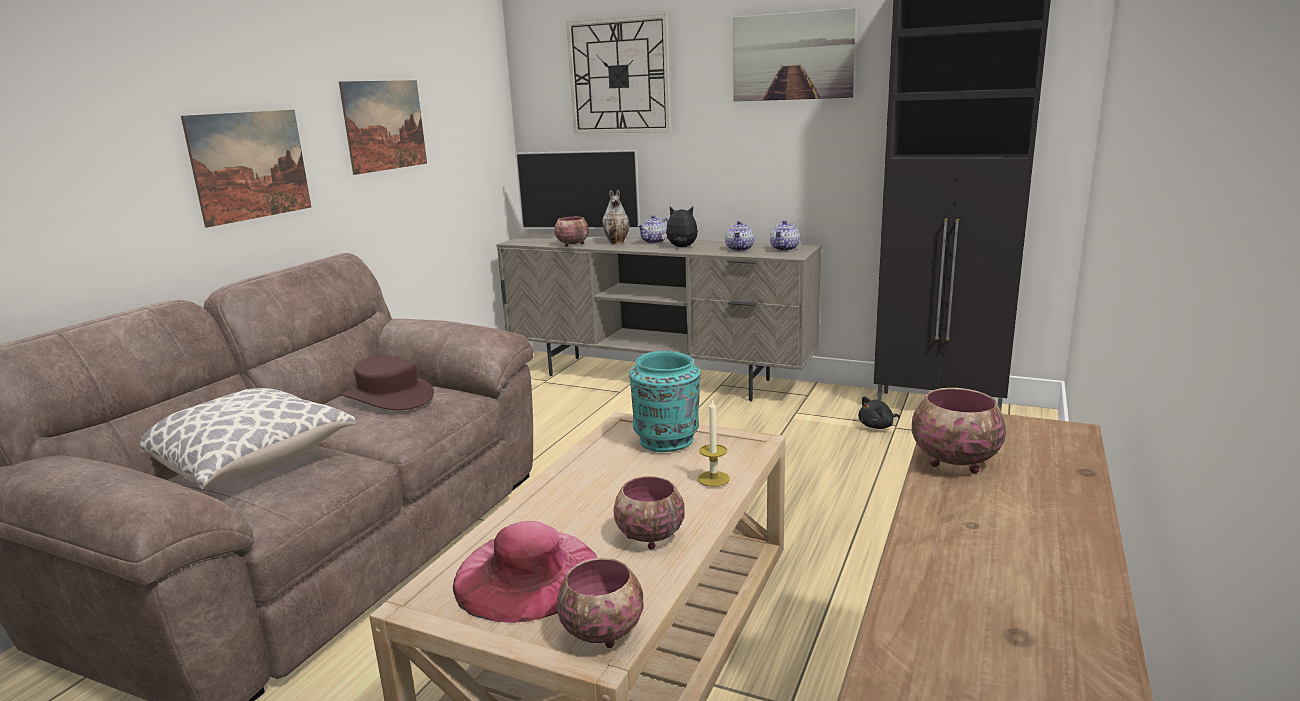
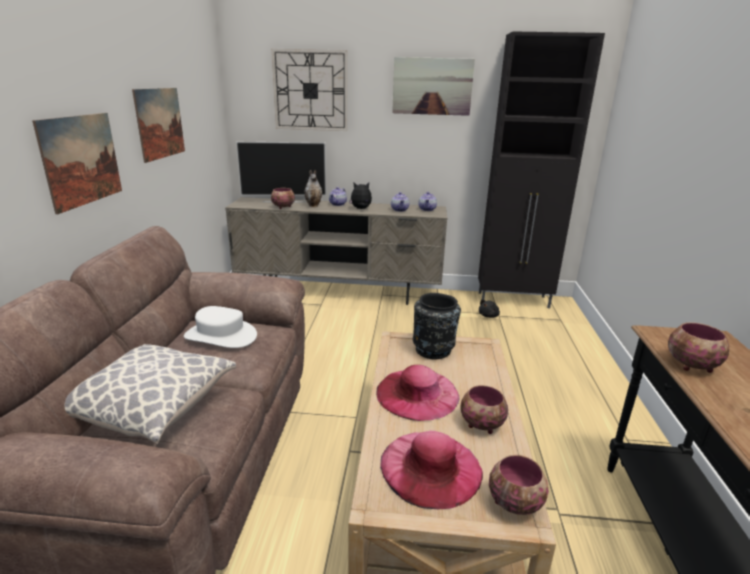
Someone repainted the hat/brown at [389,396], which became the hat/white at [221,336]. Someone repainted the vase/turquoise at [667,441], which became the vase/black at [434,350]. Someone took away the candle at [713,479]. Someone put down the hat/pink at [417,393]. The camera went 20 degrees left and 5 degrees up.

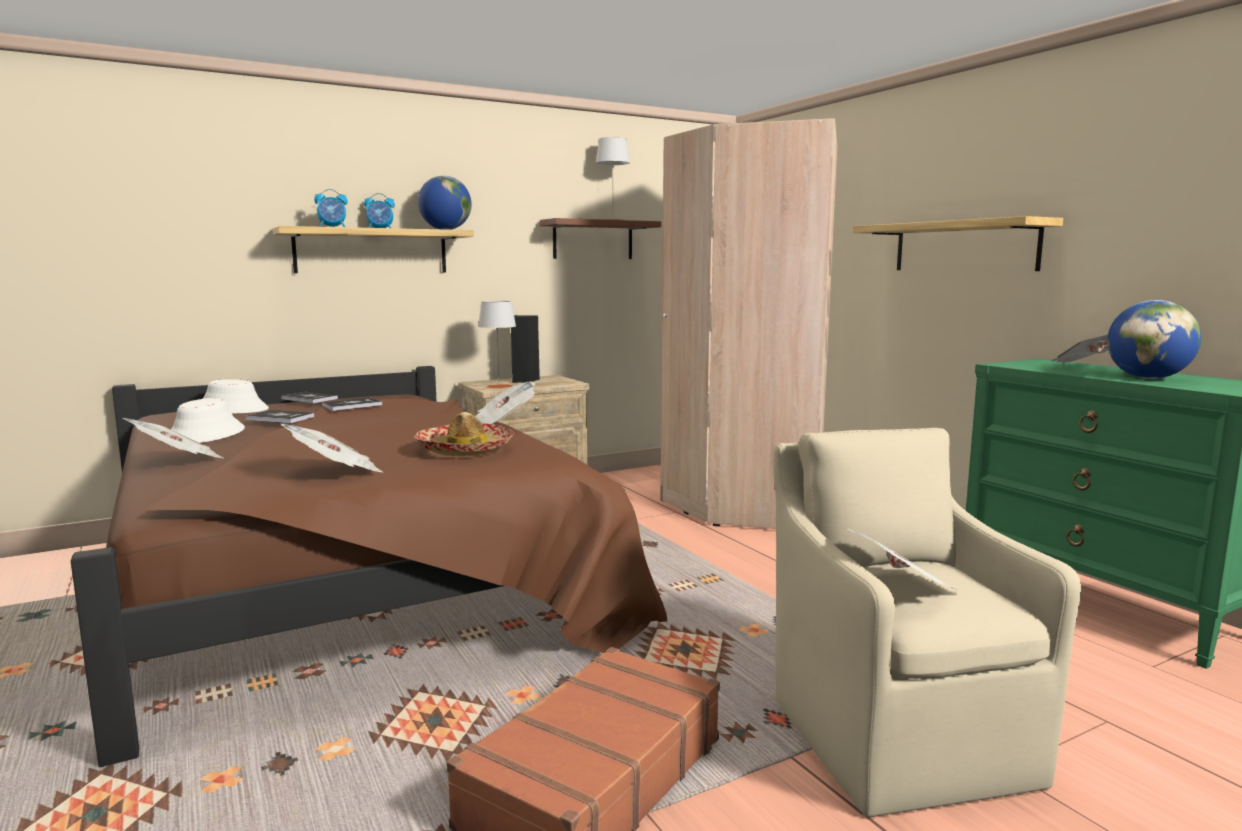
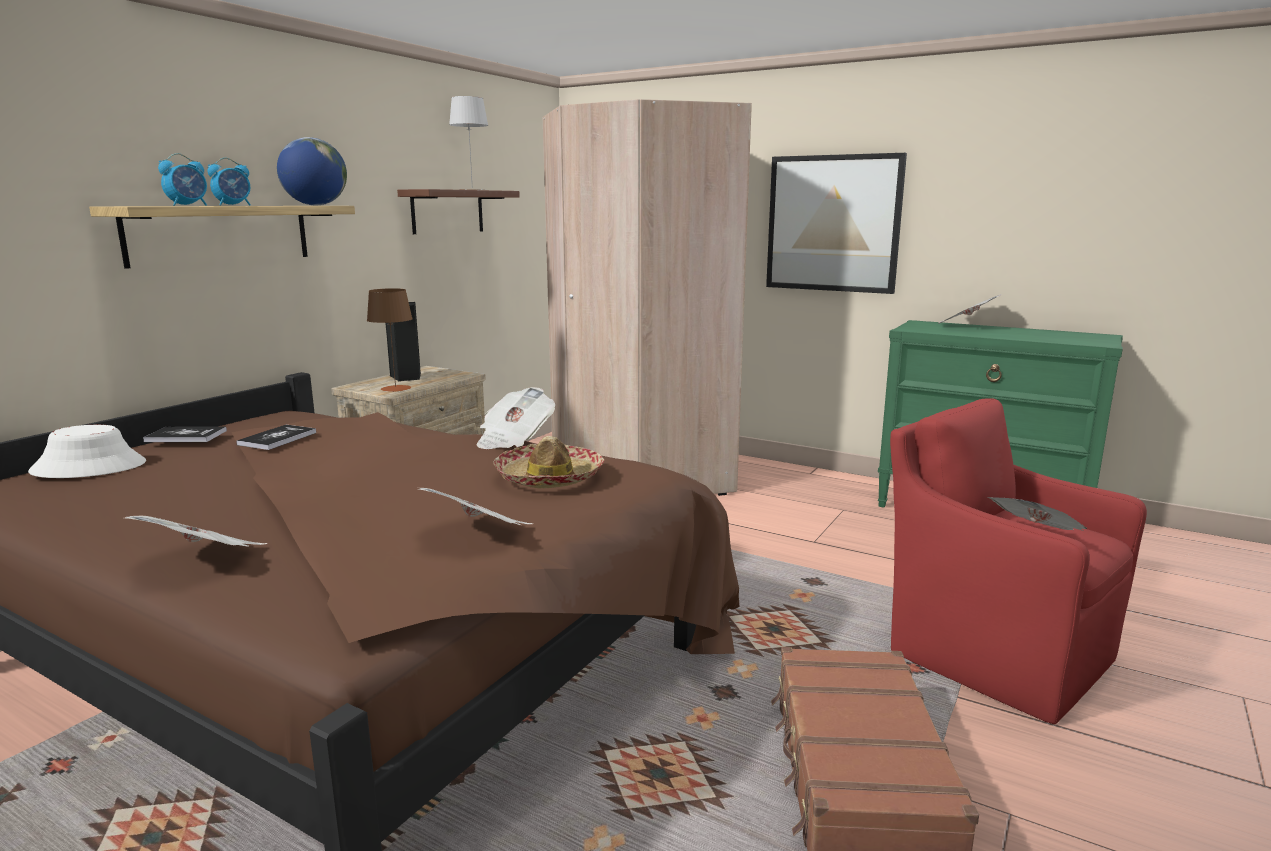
Someone took away the hat/white at [206,435]. Someone took away the book at [280,418]. Someone repainted the table lamp/grey at [498,386], which became the table lamp/brown at [395,388]. Someone repainted the armchair/beige at [897,735], which became the armchair/red at [993,653]. Someone swapped the shelf at [964,246] for the picture at [833,223]. Someone took away the globe at [1147,378]. The camera went 30 degrees left and 5 degrees up.

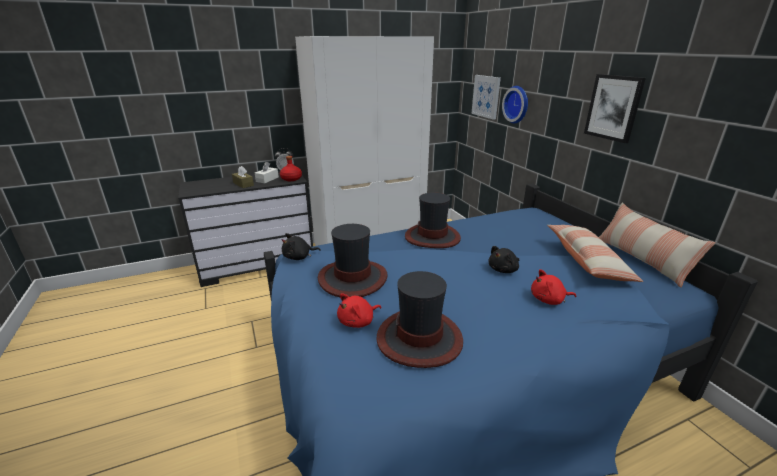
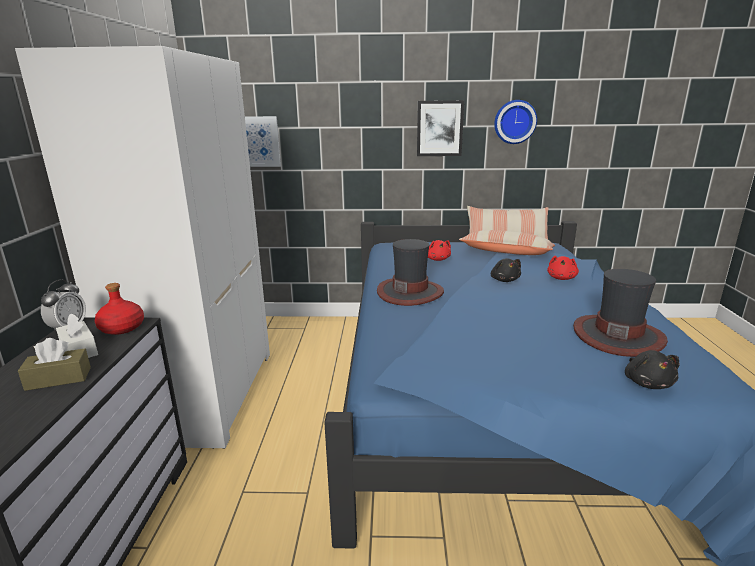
Someone carried the plush toy/black from [299,257] to [647,383]. Someone took away the hat at [353,278]. Someone carried the plush toy/red from [358,321] to [437,259]. Someone carried the wall clock from [517,104] to [514,122]. The camera went 65 degrees left and 5 degrees down.

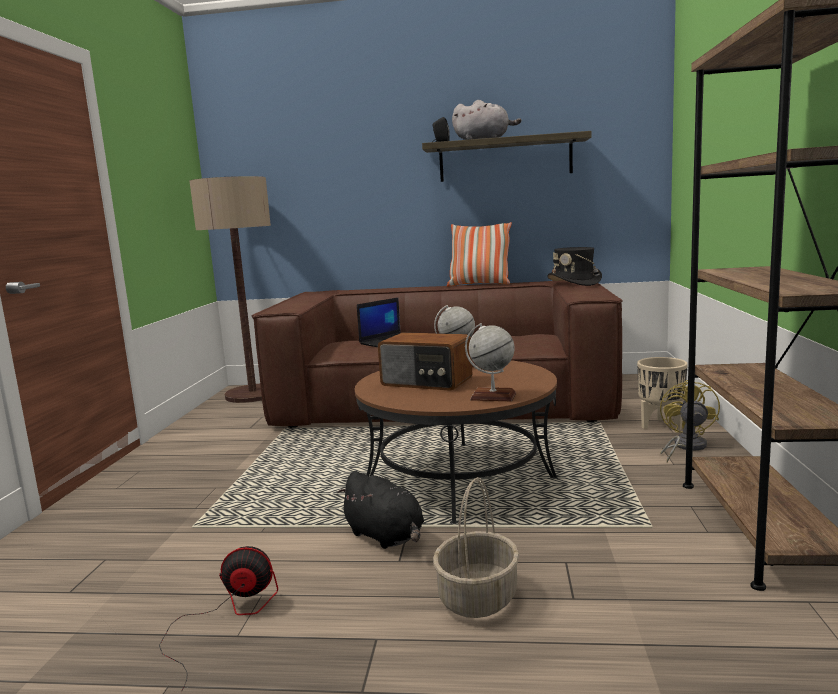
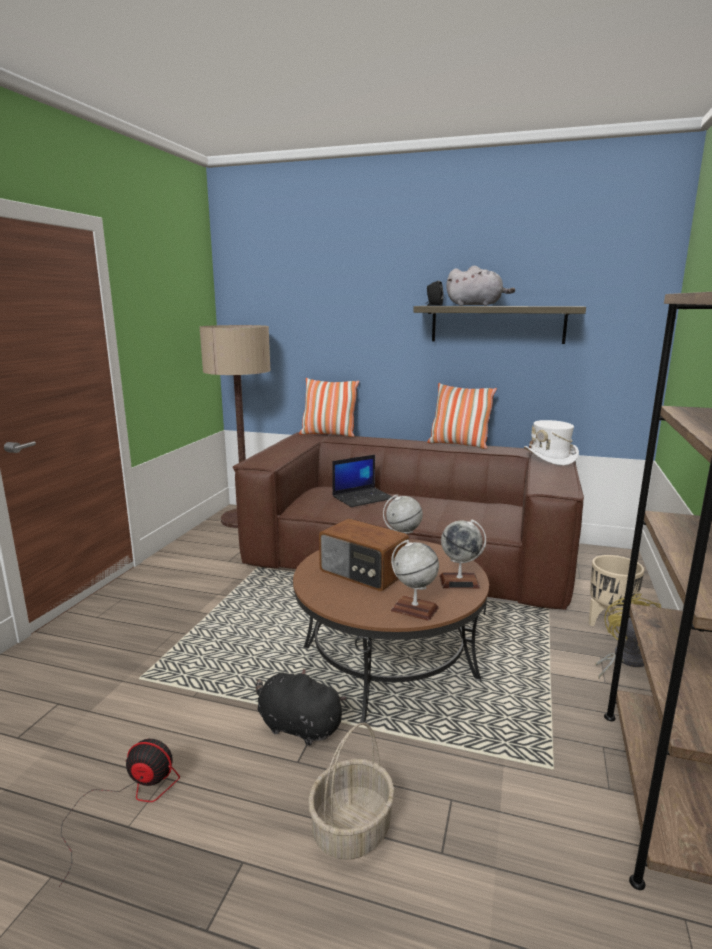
Someone rotated the plush toy/black at [386,537] by 150 degrees clockwise. Someone repainted the hat/black at [574,283], which became the hat/white at [550,457]. Someone put down the pillow at [328,434]. Someone put down the globe at [459,582]. The camera went 10 degrees right and 5 degrees up.

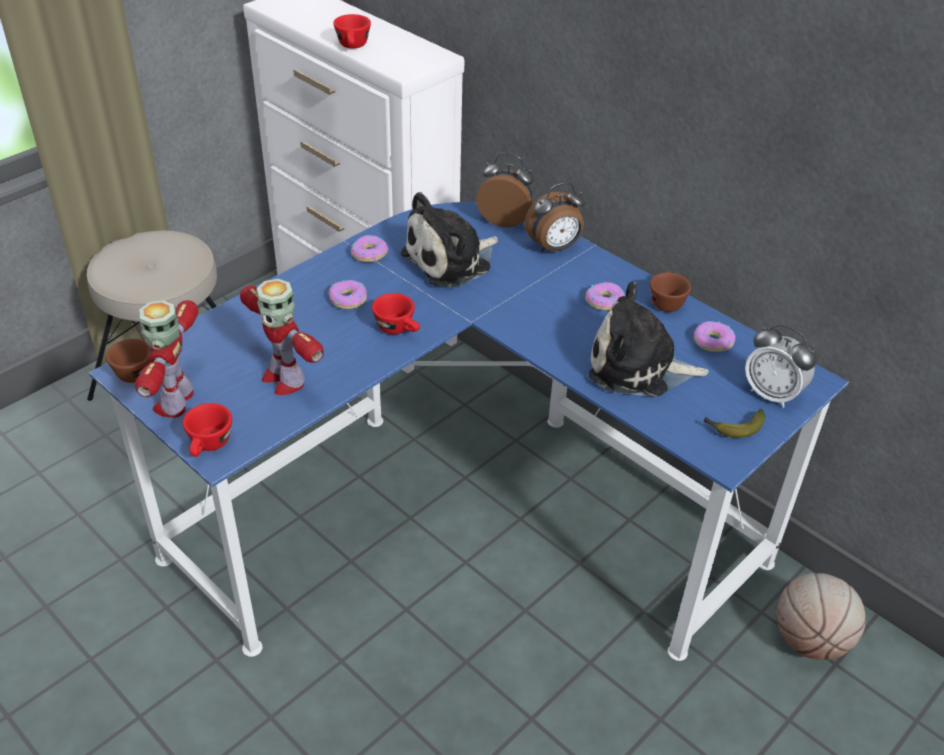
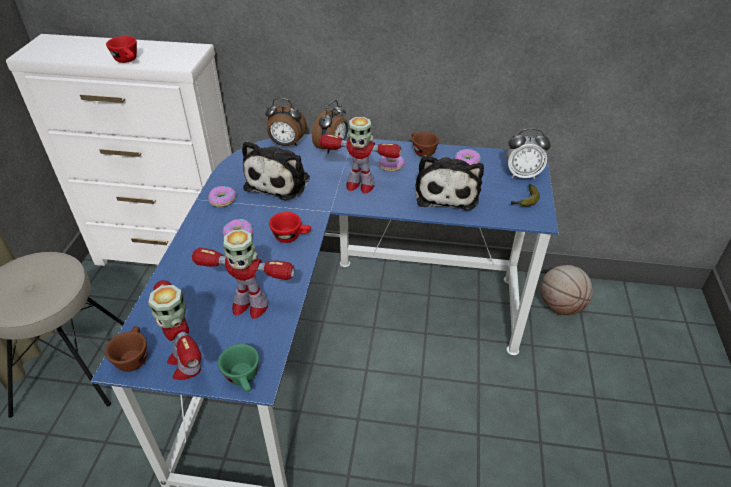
Someone repainted the cup/red at [209,446], which became the cup/green at [244,379]. Someone rotated the alarm clock at [505,219] by 150 degrees counterclockwise. Someone rotated the plush toy at [638,367] by 60 degrees counterclockwise. Someone put down the toy robot at [359,185]. The camera went 35 degrees left and 0 degrees up.

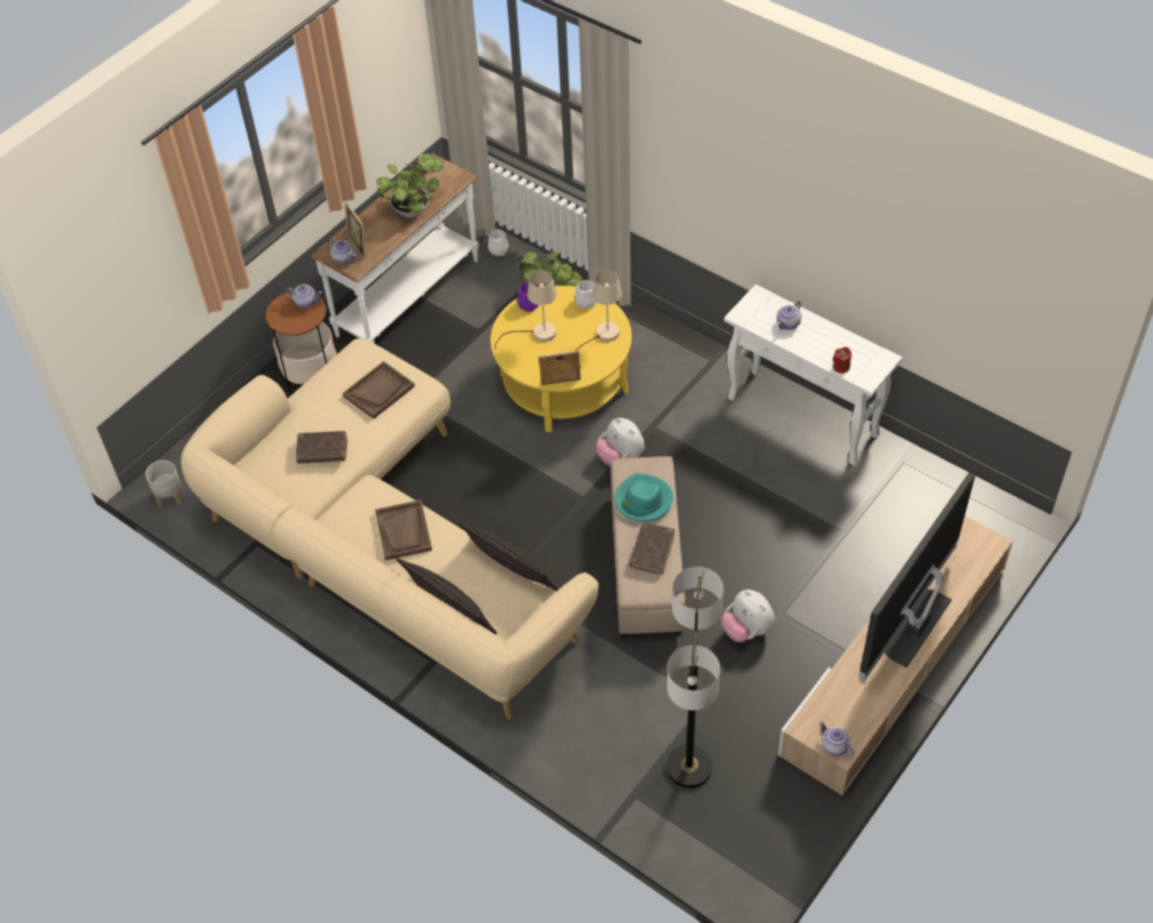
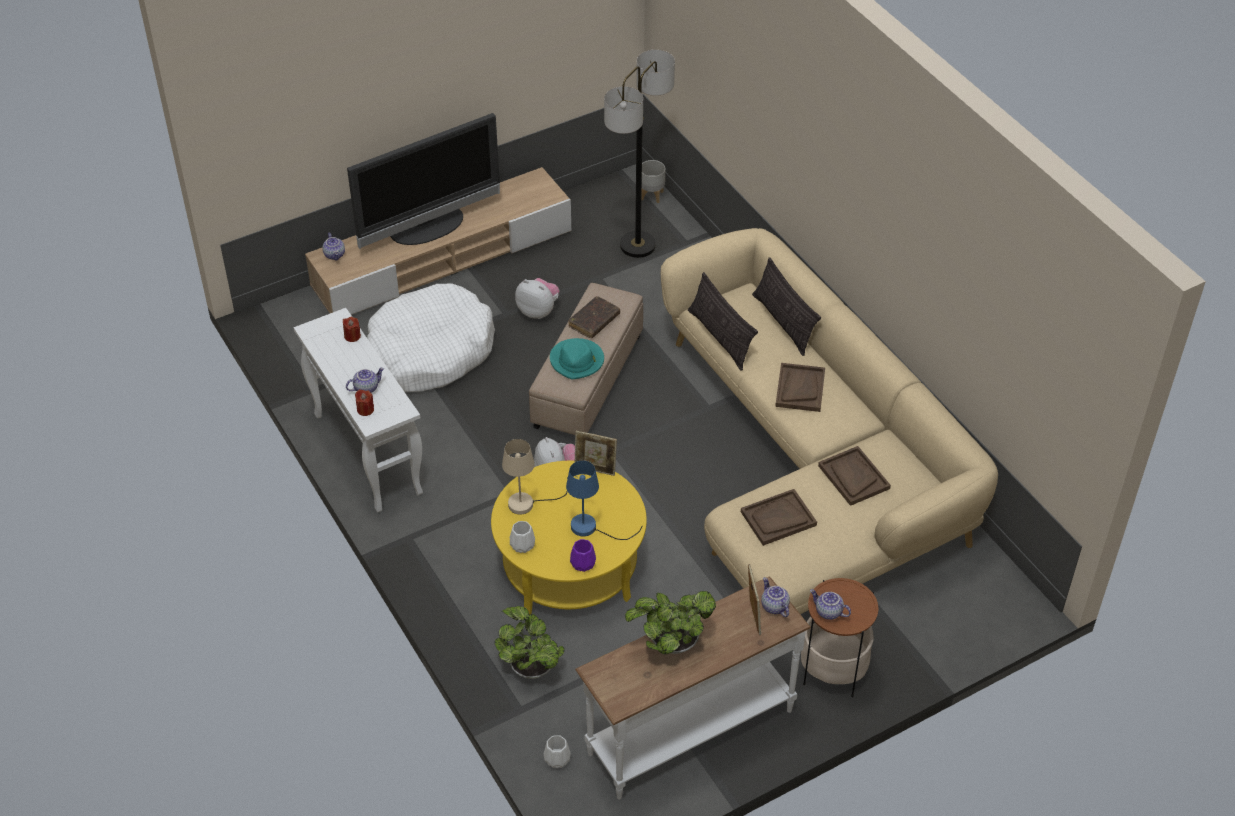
Someone carried the planter/grey from [169,496] to [652,195]. Someone swapped the book/brown at [322,451] for the tray/brown at [853,477]. Someone repainted the table lamp/beige at [537,334], which became the table lamp/blue at [591,528]. Someone rotated the plush toy at [747,630] by 45 degrees counterclockwise. Someone carried the teapot from [833,747] to [335,255]. Someone put down the candle/red at [365,410]. Someone put down the dog bed/white at [430,351]. The camera went 160 degrees left and 5 degrees down.

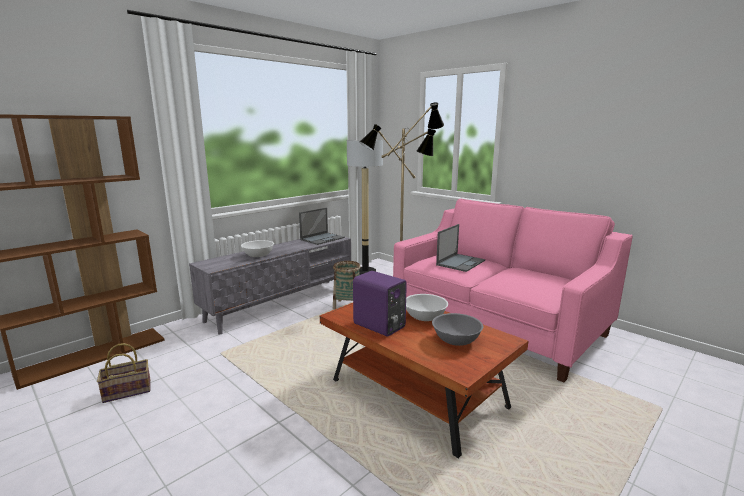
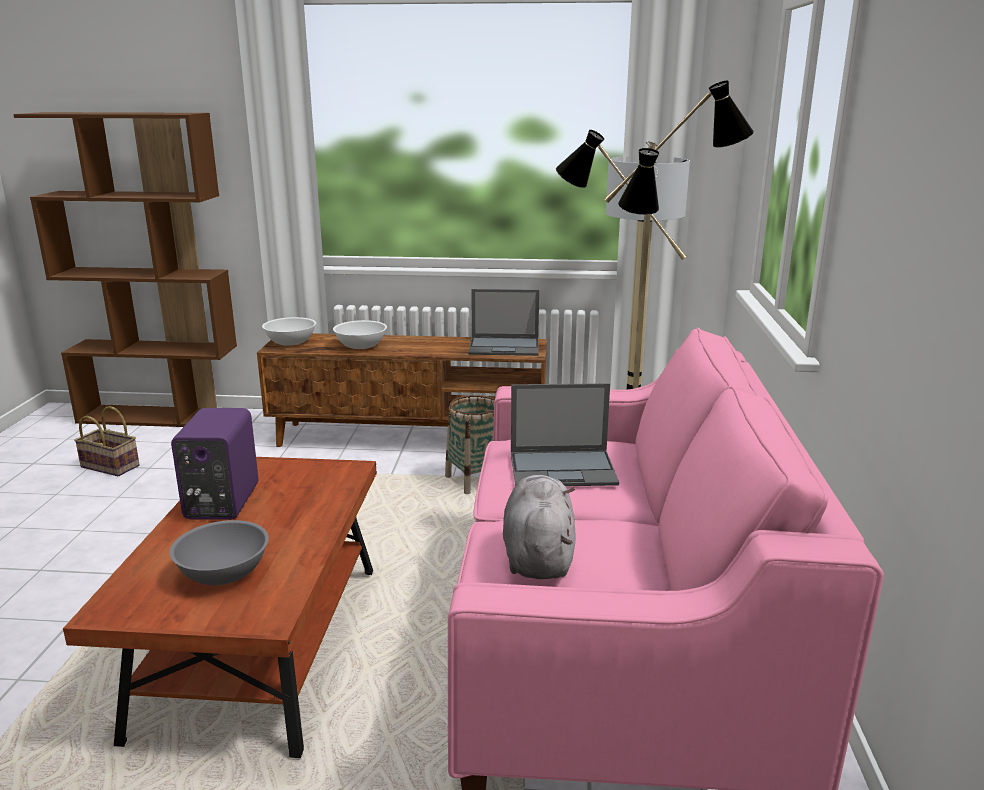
Someone repainted the tv stand/grey at [282,303], which became the tv stand/brown at [410,438]. Someone carried the bowl/white from [424,317] to [291,342]. Someone put down the plush toy/grey at [538,555]. The camera went 50 degrees right and 5 degrees up.

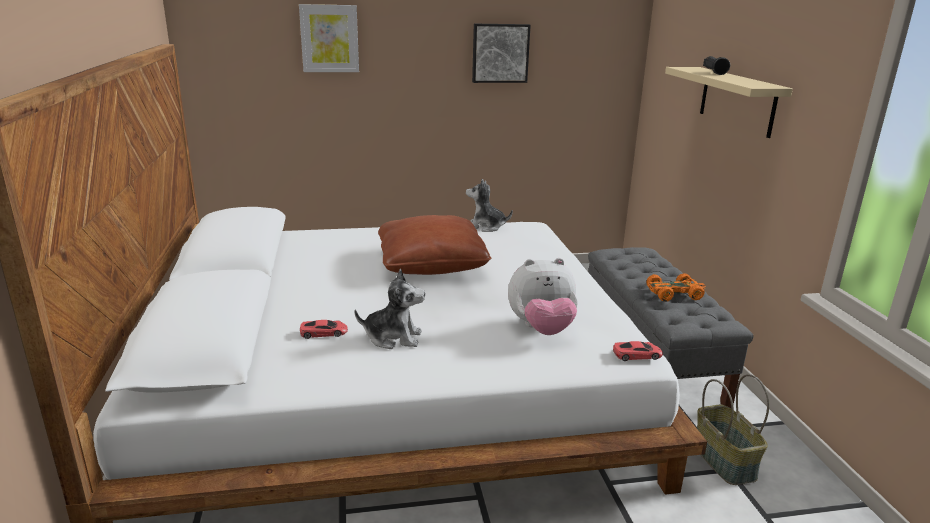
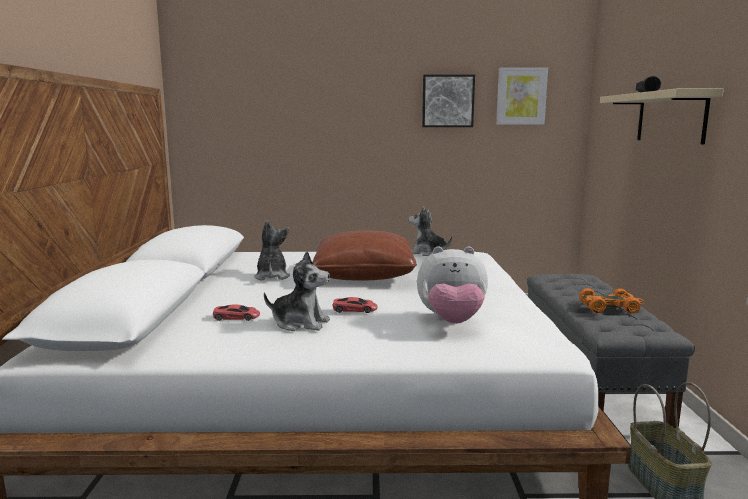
Someone carried the picture from [329,38] to [521,96]. Someone carried the toy car/red from [637,354] to [355,309]. Someone put down the plush toy at [272,276]. The camera went 10 degrees right and 10 degrees down.

